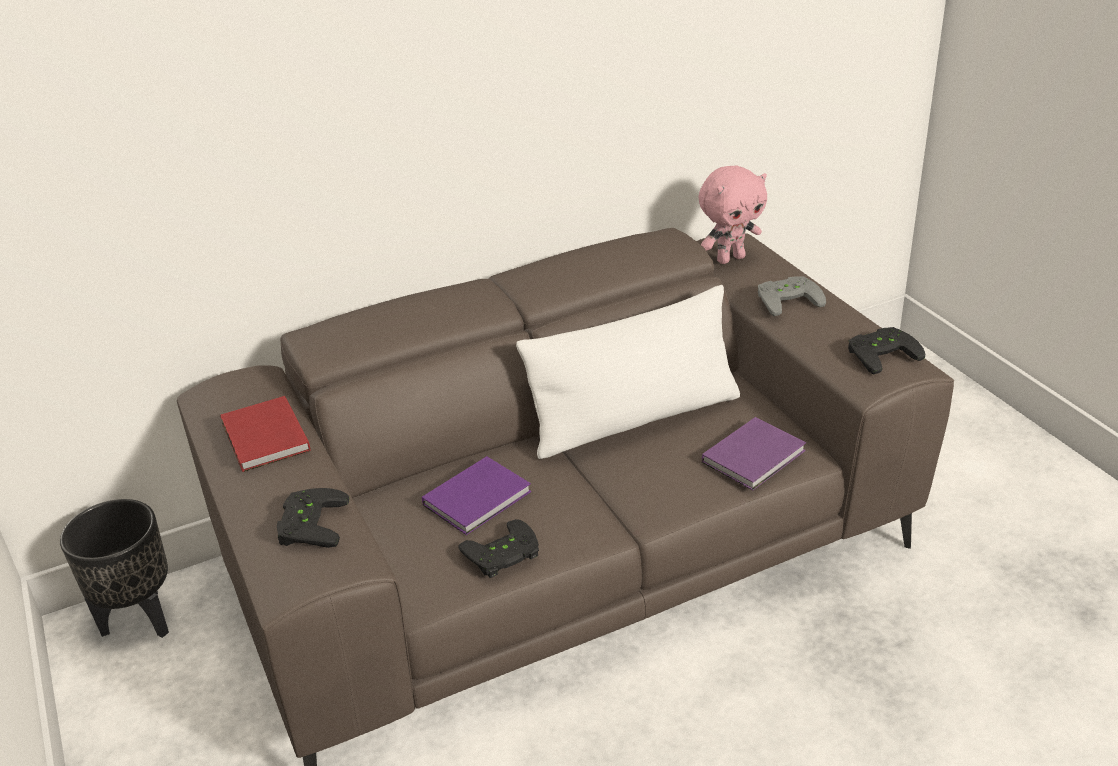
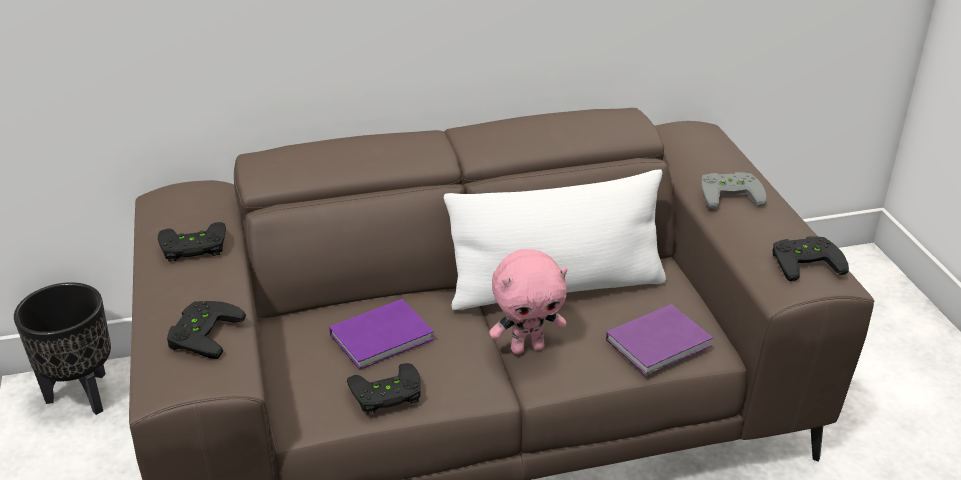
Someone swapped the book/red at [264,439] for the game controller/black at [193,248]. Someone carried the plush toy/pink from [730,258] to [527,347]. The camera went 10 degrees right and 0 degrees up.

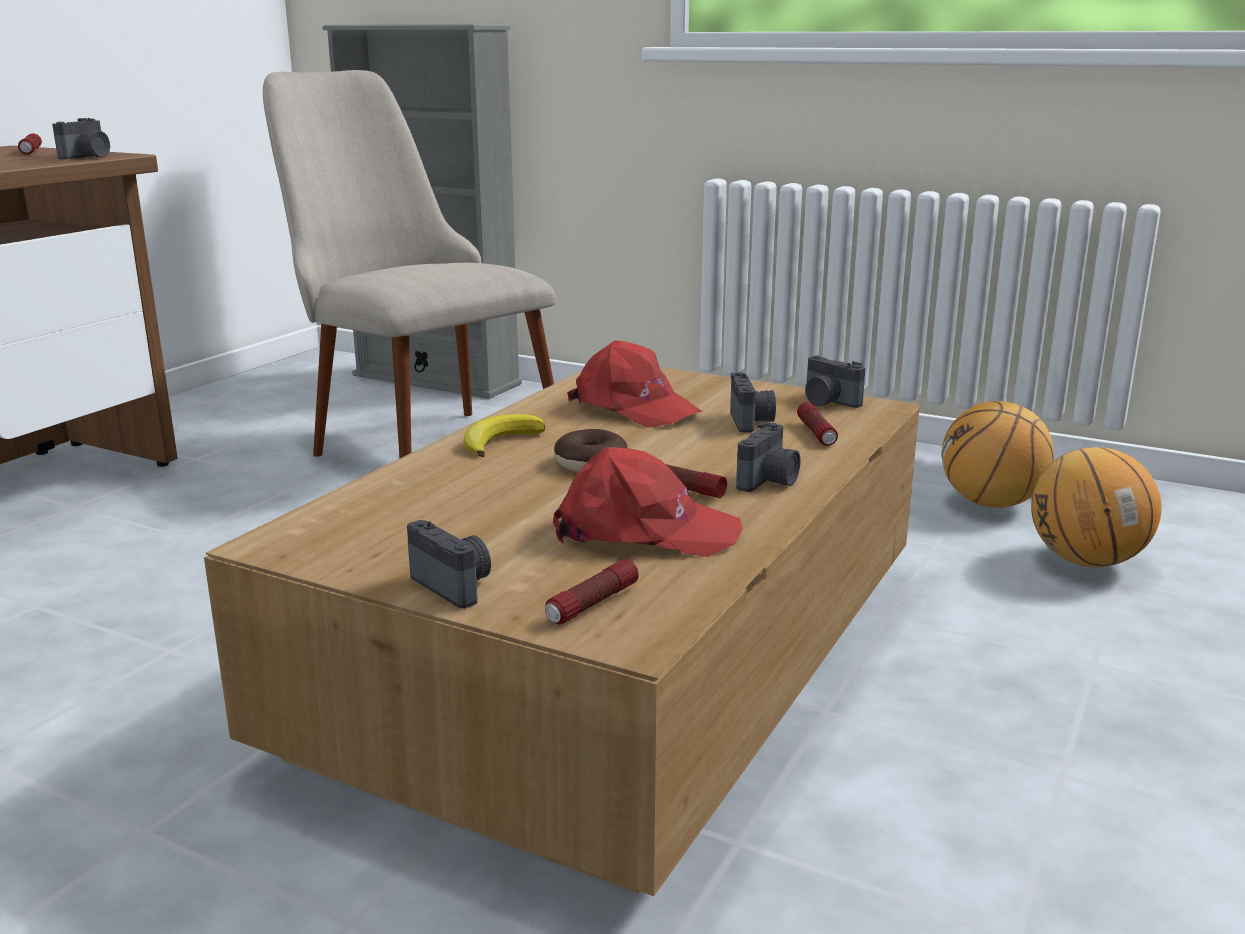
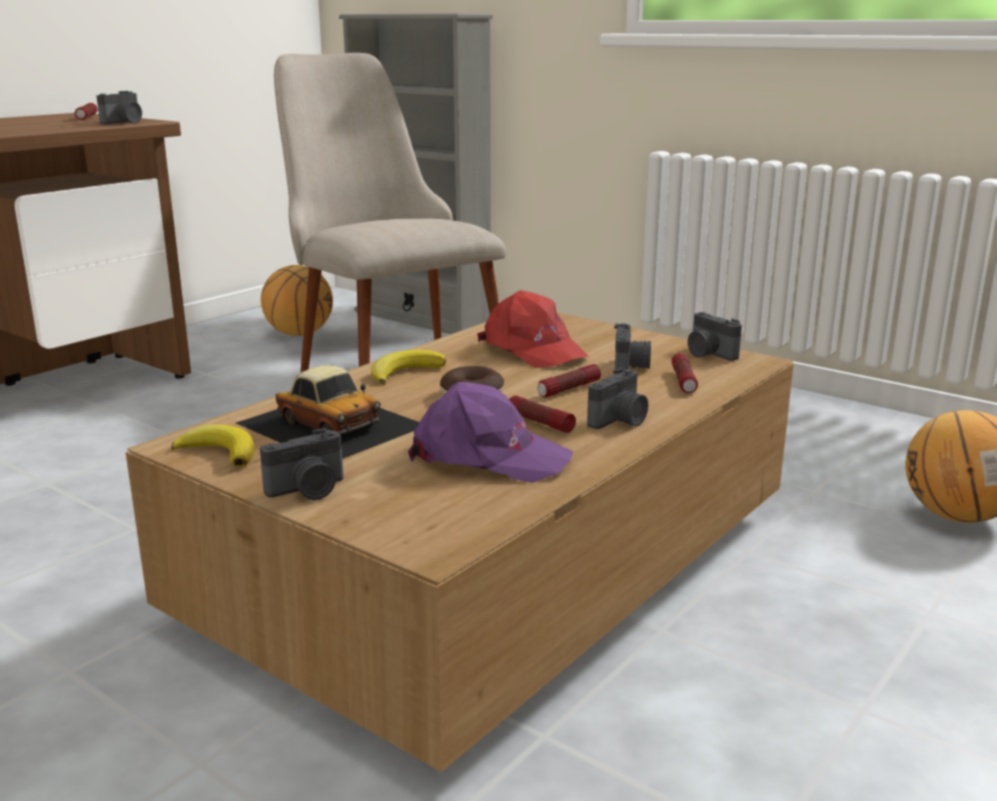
Someone rotated the photo camera at [455,585] by 90 degrees clockwise. Someone carried the flashlight from [592,604] to [569,389]. Someone repainted the cap/red at [643,531], which became the cap/purple at [487,457]. Someone carried the basketball from [991,503] to [299,334]. Someone put down the banana at [219,452]. Someone put down the toy car at [331,423]. The camera went 10 degrees right and 0 degrees up.

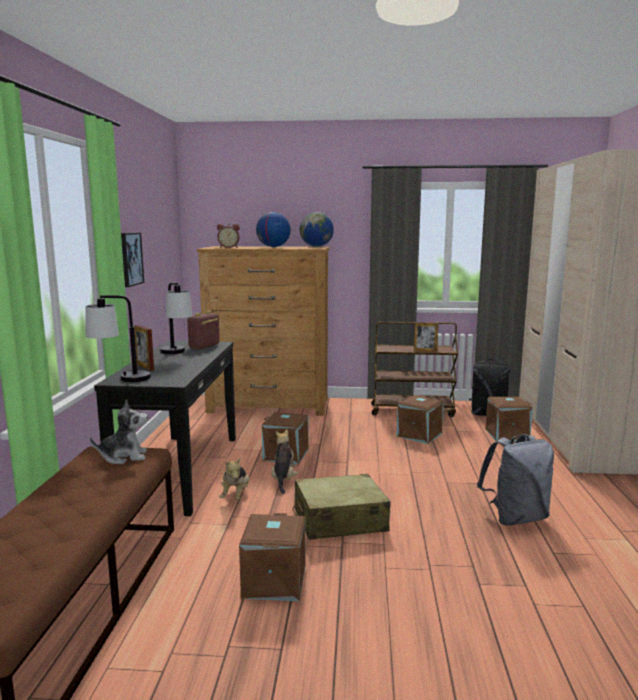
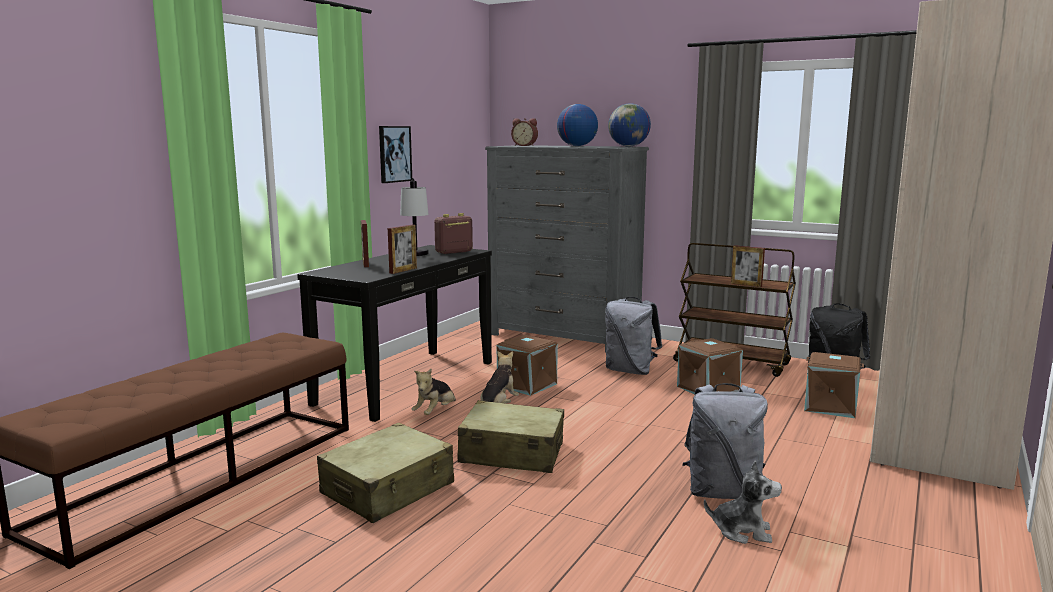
Someone took away the table lamp at [121,380]. Someone carried the plush toy from [124,457] to [742,531]. Someone repainted the dresser/brown at [269,405], which became the dresser/grey at [564,335]. Someone swapped the storage box/brown at [273,581] for the suitcase/beige at [388,489]. Someone put down the picture frame at [403,270]. Someone put down the backpack/grey at [630,371]. The camera went 25 degrees right and 0 degrees up.

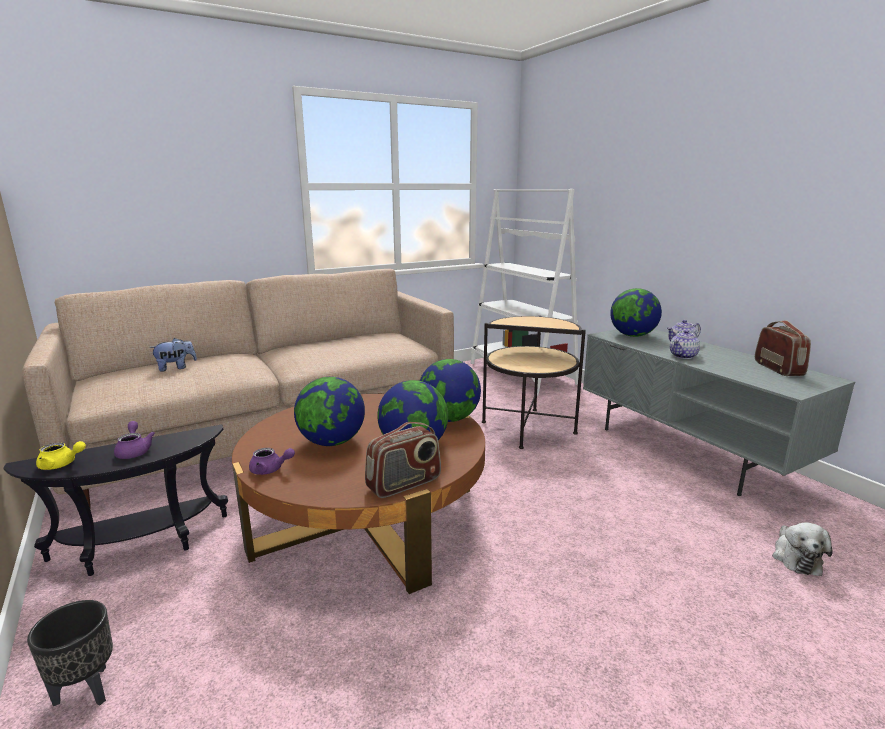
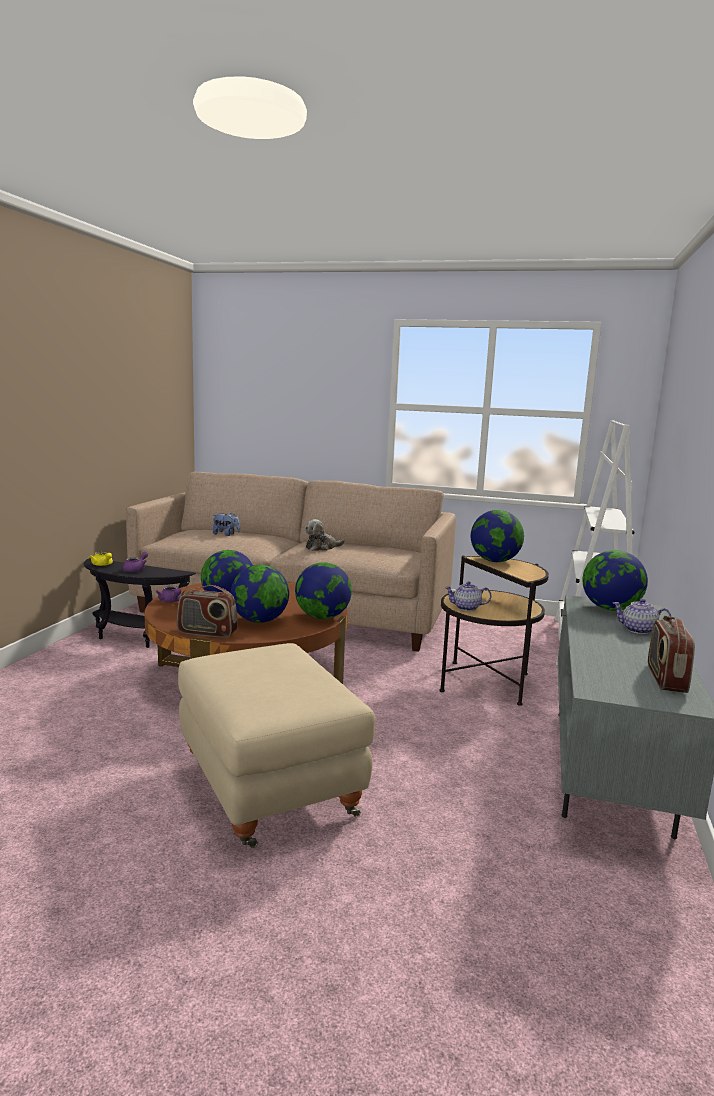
Someone took away the planter/black at [87,691]. Someone carried the teapot from [683,356] to [466,608]. Someone rotated the radio at [778,369] by 150 degrees clockwise. Someone carried the plush toy from [795,557] to [322,547]. Someone put down the ottoman/beige at [267,789]. Someone put down the globe at [494,561]. The camera went 45 degrees right and 5 degrees down.

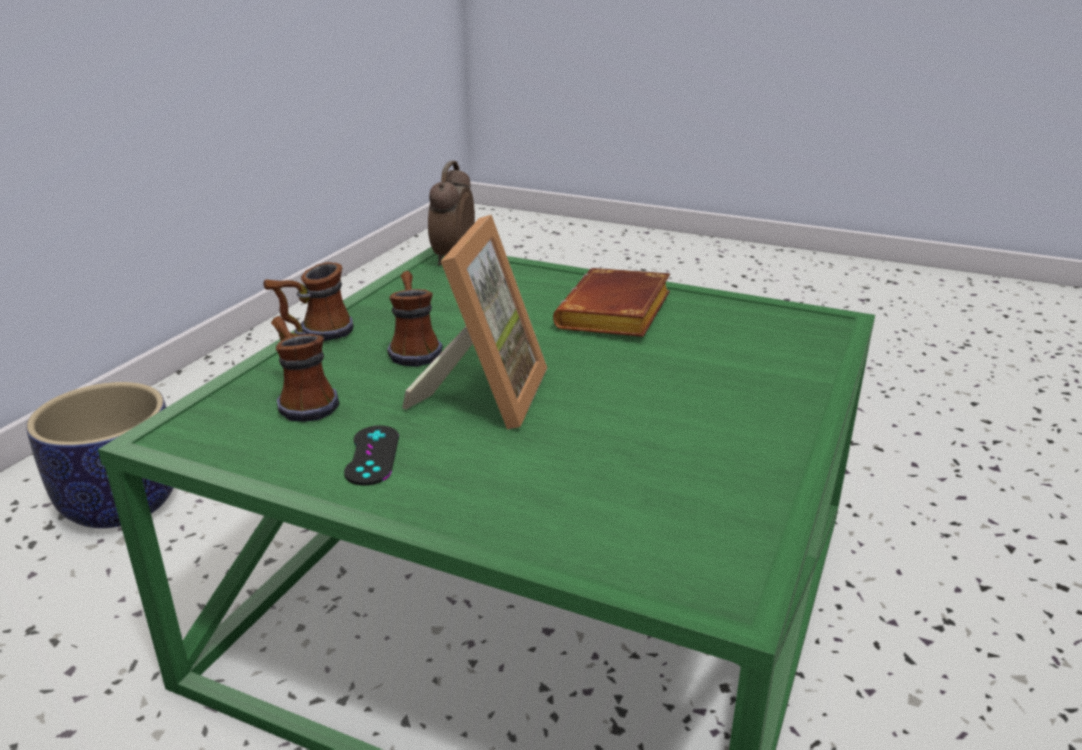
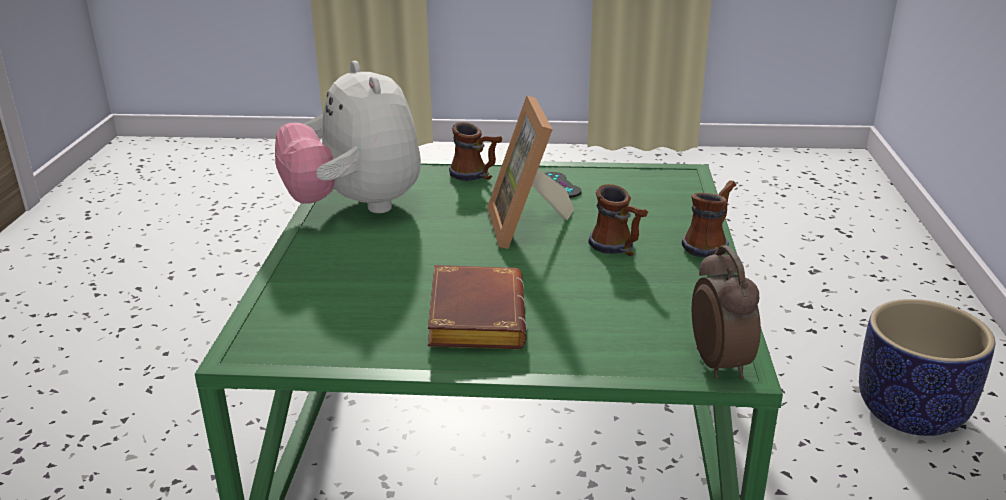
Someone carried the mug from [302,400] to [476,176]. Someone put down the plush toy at [355,207]. The camera went 160 degrees right and 0 degrees up.

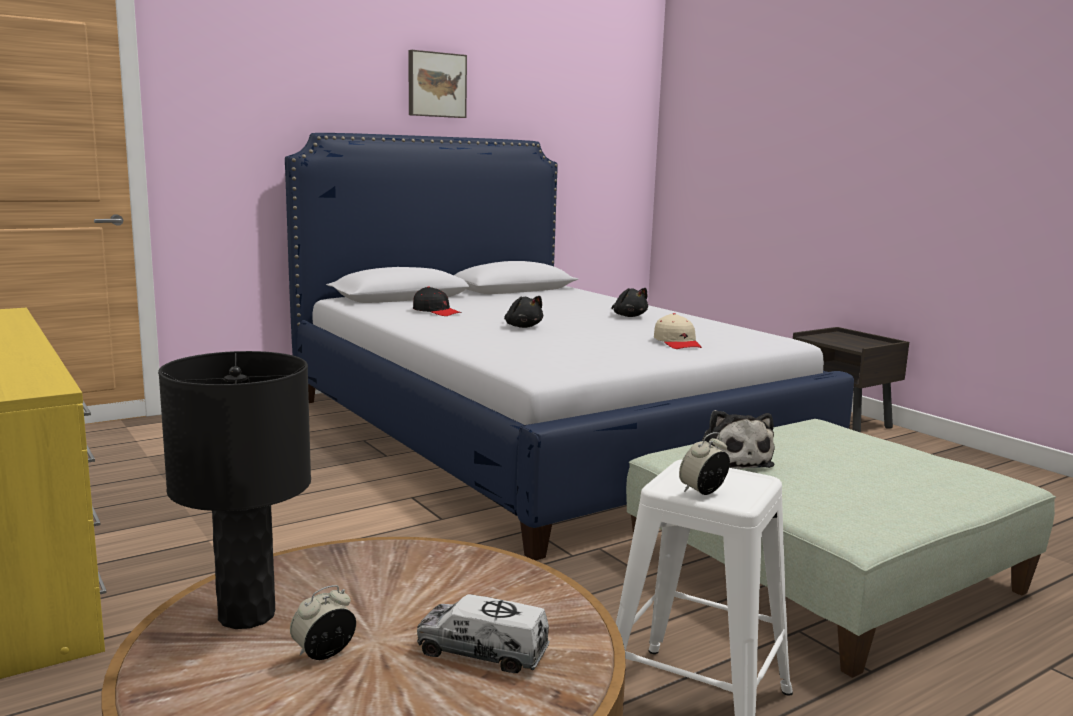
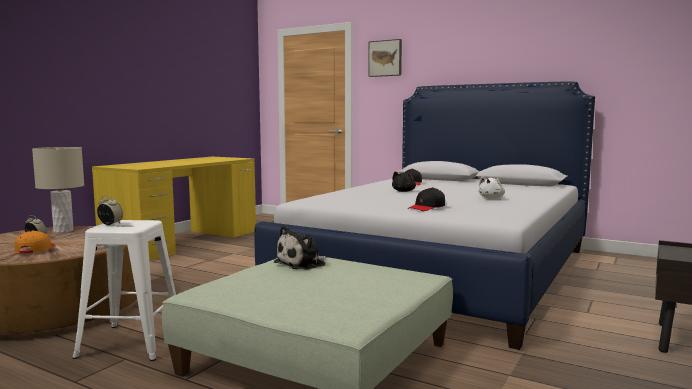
Someone repainted the table lamp/black at [247,615], which became the table lamp/beige at [63,231]. Someone carried the picture from [436,85] to [385,58]. Someone swapped the toy truck at [482,652] for the cap/orange at [35,250]. Someone repainted the plush toy/black at [629,316], which became the plush toy/white at [491,198]. Someone repainted the cap/beige at [677,343], which became the cap/black at [427,207]. The camera went 65 degrees right and 5 degrees down.

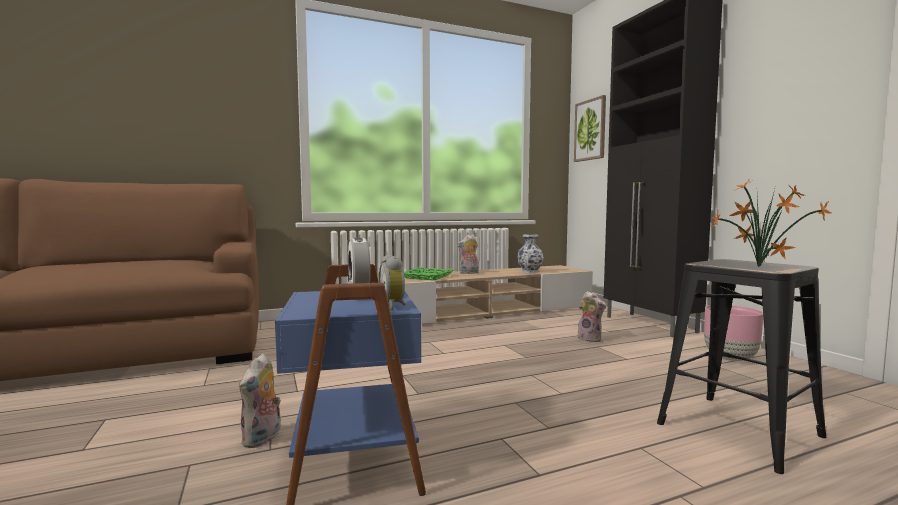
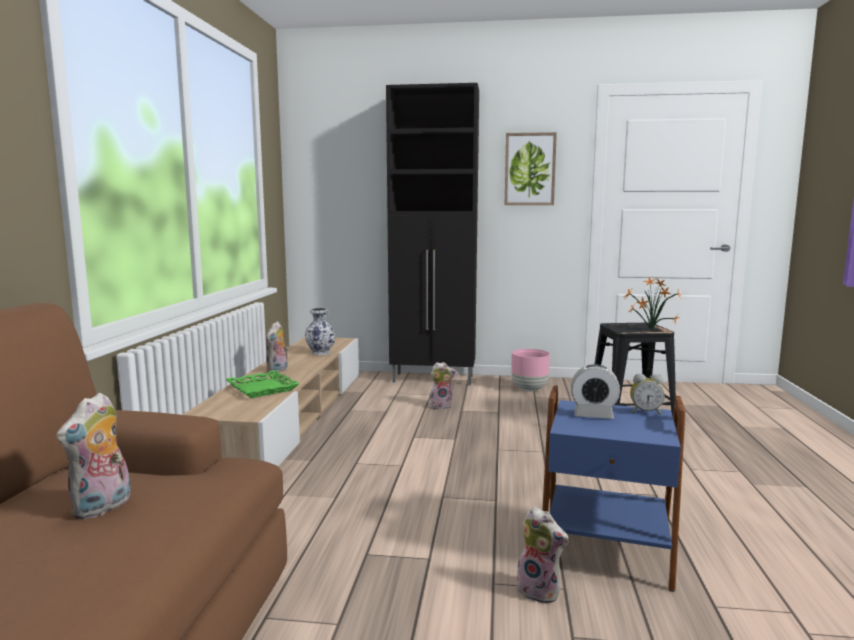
Someone carried the picture from [590,130] to [530,169]. Someone put down the plush toy at [103,508]. The camera went 60 degrees left and 5 degrees up.

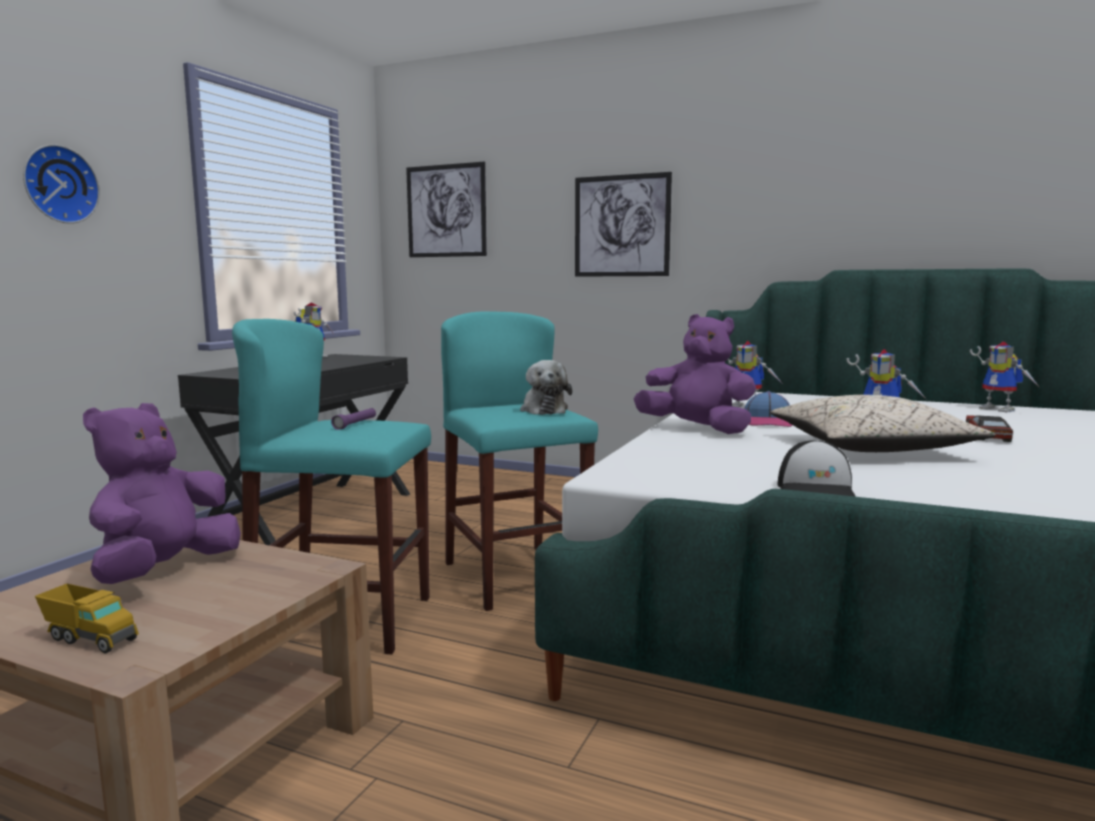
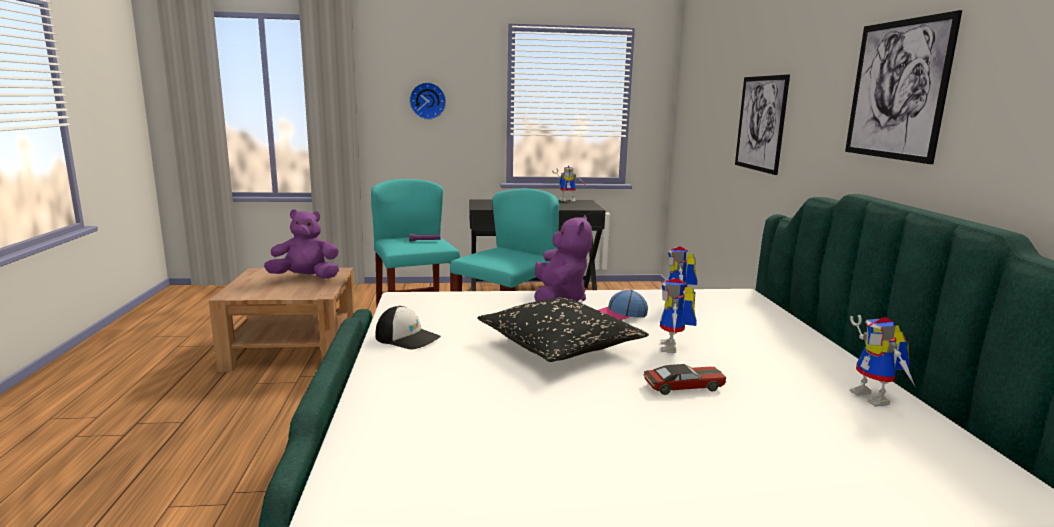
Someone took away the toy truck at [90,639]. Someone carried the picture from [446,211] to [897,90]. Someone took away the plush toy at [543,409]. Someone repainted the pillow/beige at [869,448], which became the pillow/black at [559,346]. Someone rotated the cap at [818,492] by 135 degrees counterclockwise. Someone rotated the toy robot at [1001,409] by 45 degrees counterclockwise. The camera went 60 degrees right and 5 degrees up.

